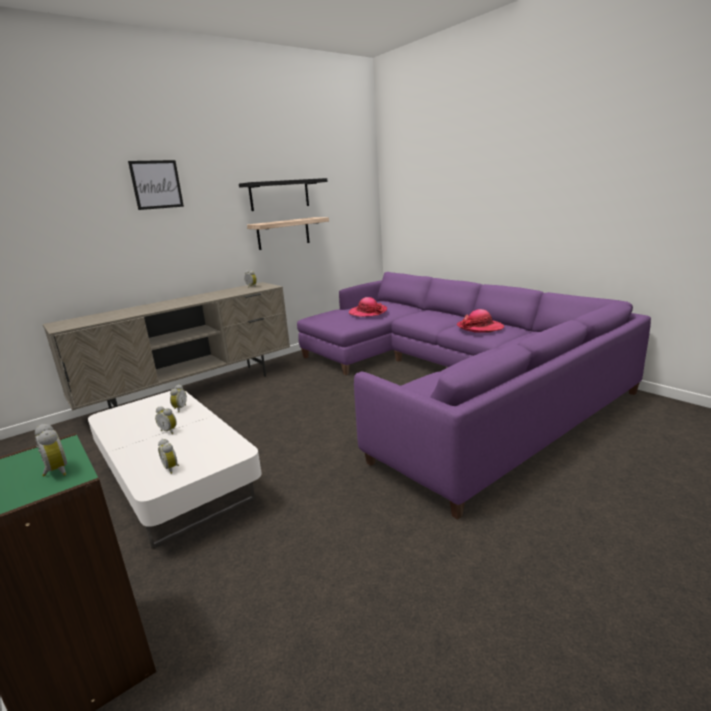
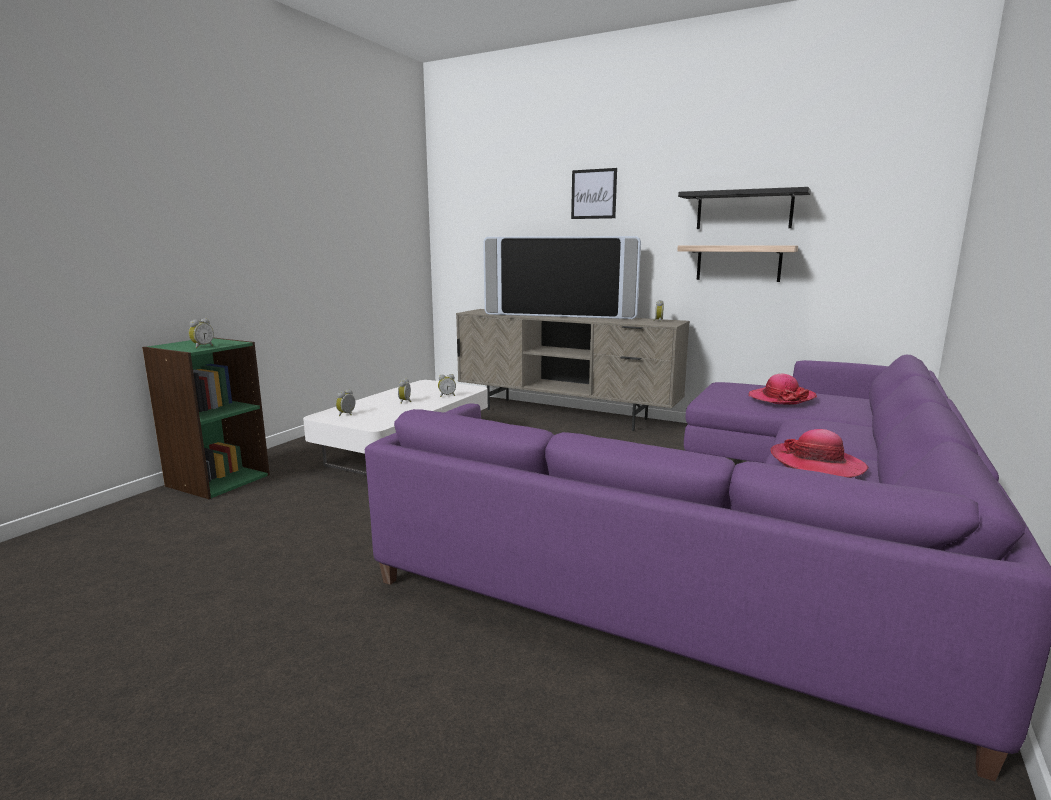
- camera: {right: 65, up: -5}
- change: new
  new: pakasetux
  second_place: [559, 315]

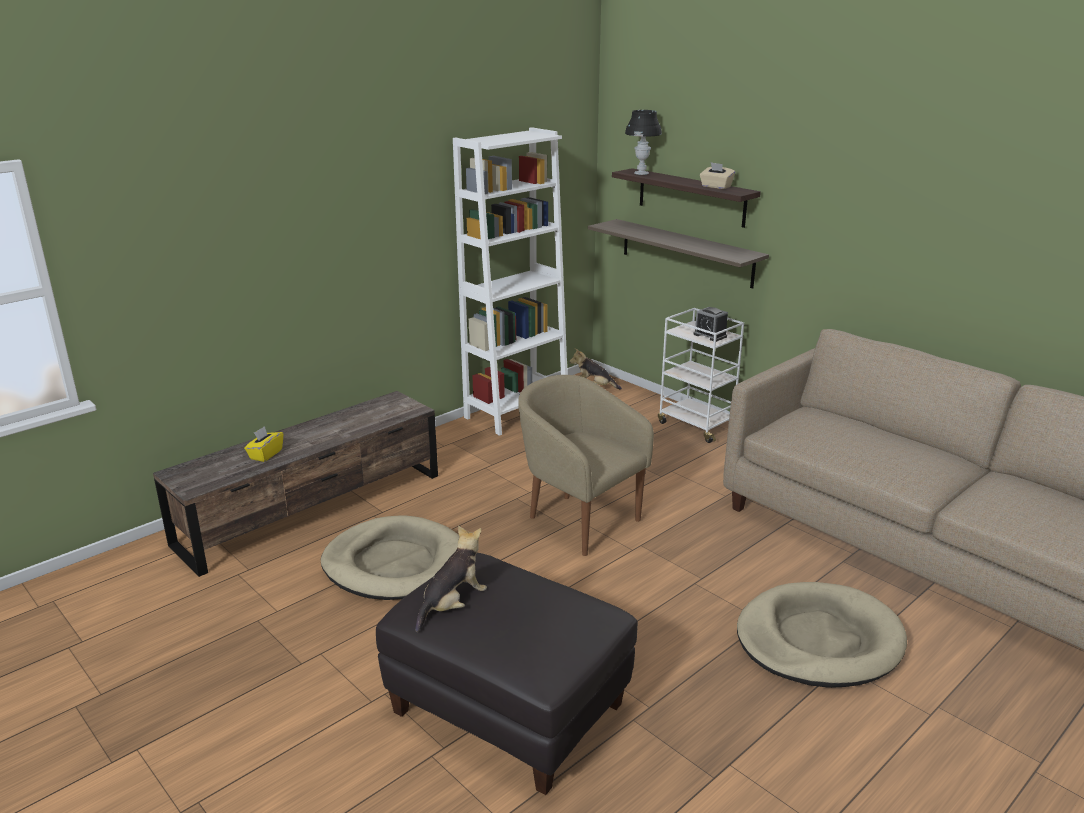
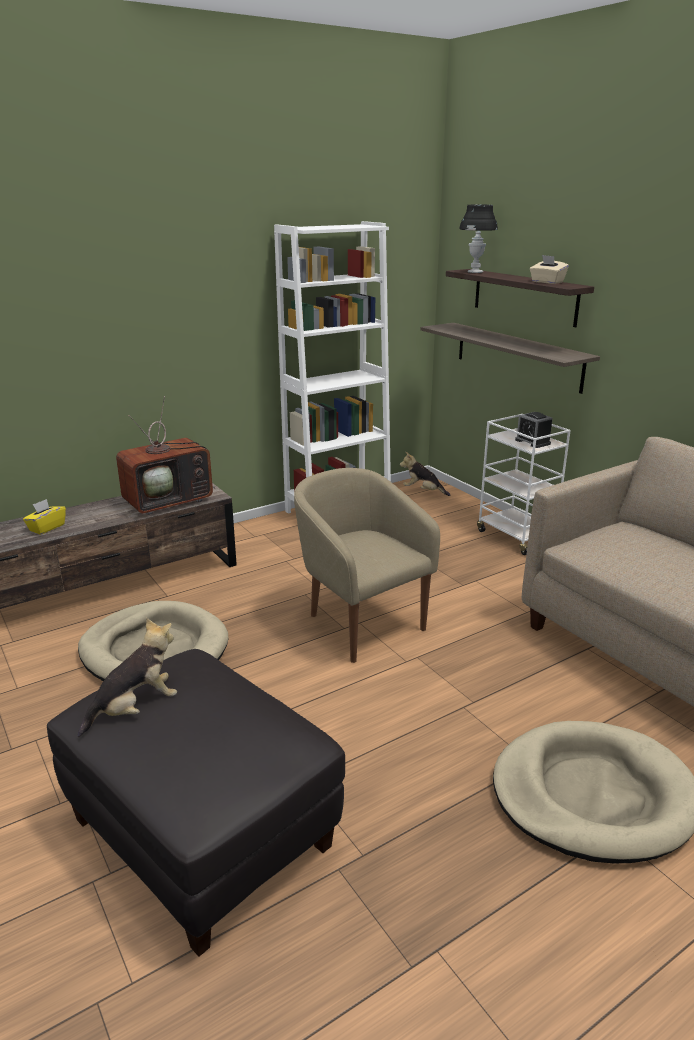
- camera: {right: 10, up: 0}
- change: new
  new: pakasetux
  second_place: [170, 500]

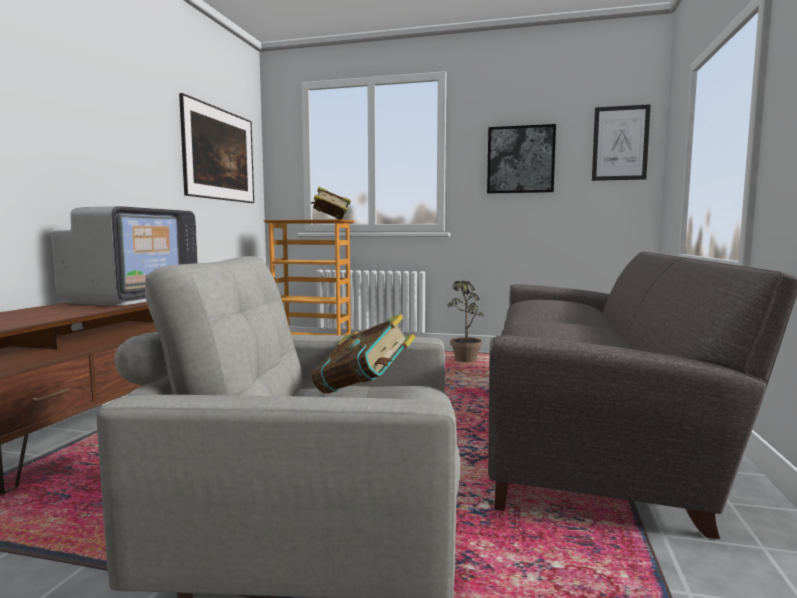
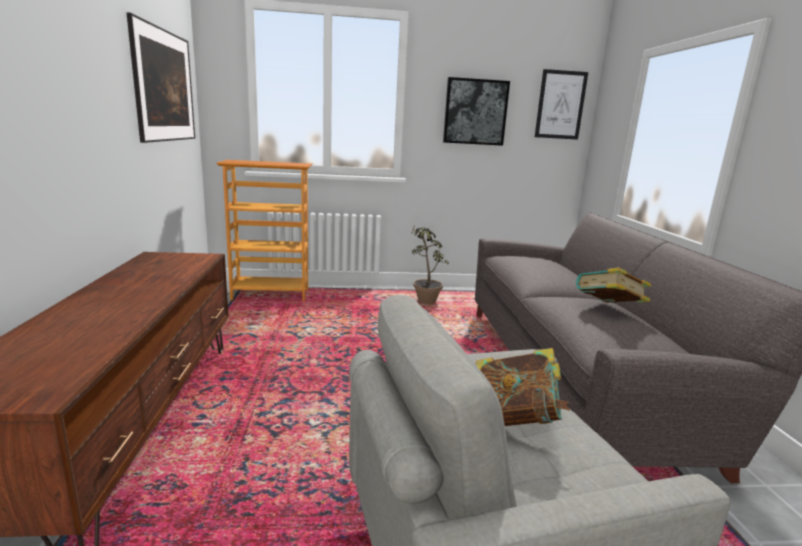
- camera: {right: -20, up: 10}
- change: shifted
  old: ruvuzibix
  first_place: [330, 219]
  second_place: [608, 309]
- change: gone
  old: pakasetux
  first_place: [134, 298]

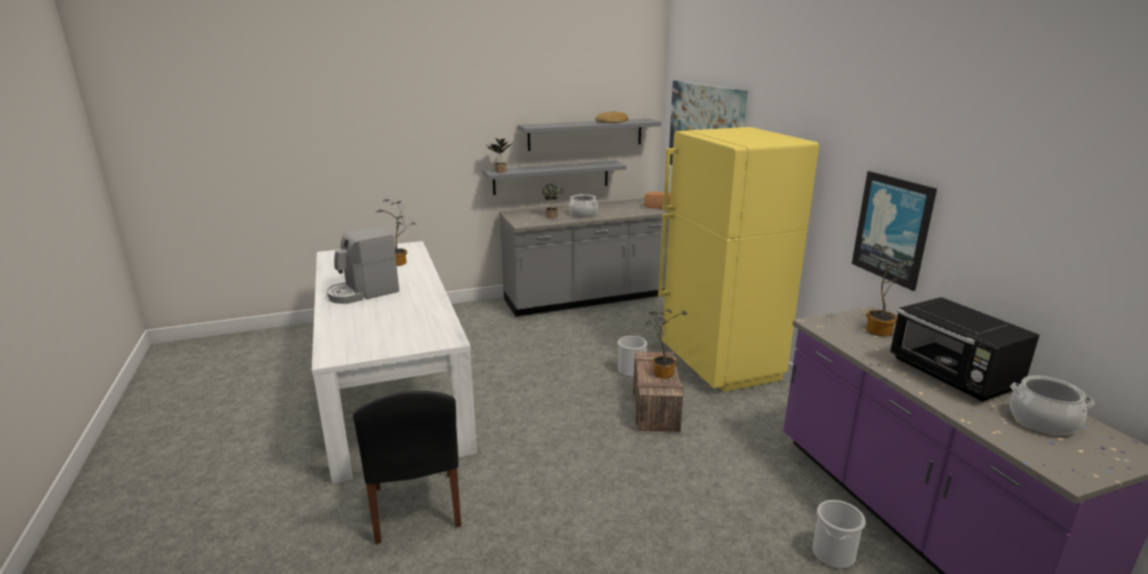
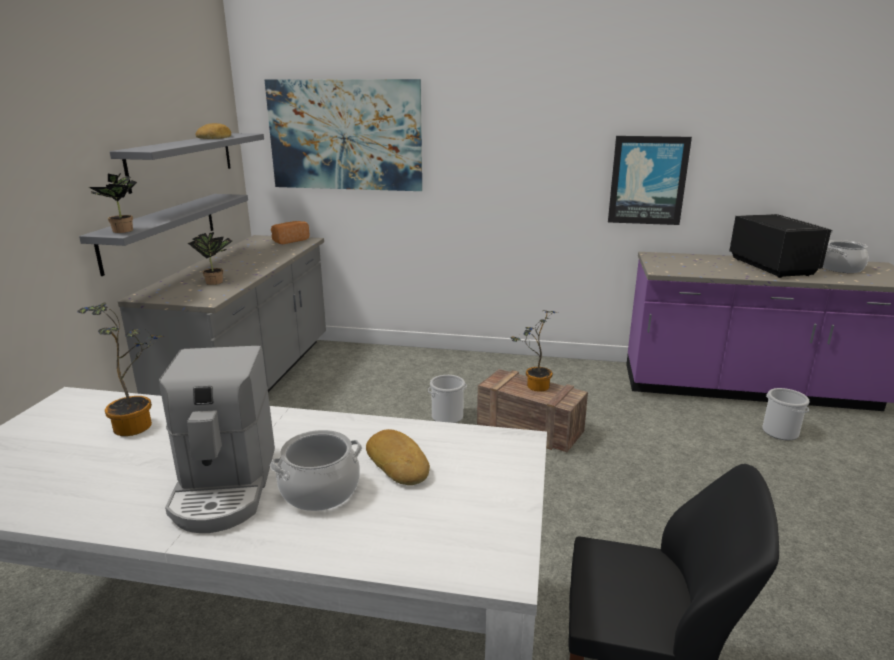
- camera: {right: -60, up: 0}
- change: shifted
  old: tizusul
  first_place: [583, 214]
  second_place: [320, 490]
- change: new
  new: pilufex
  second_place: [399, 462]
- change: rotated
  old: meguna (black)
  first_place: [952, 376]
  second_place: [772, 267]
  degrees: -105
- change: gone
  old: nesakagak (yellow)
  first_place: [720, 365]
- change: gone
  old: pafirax
  first_place: [881, 330]

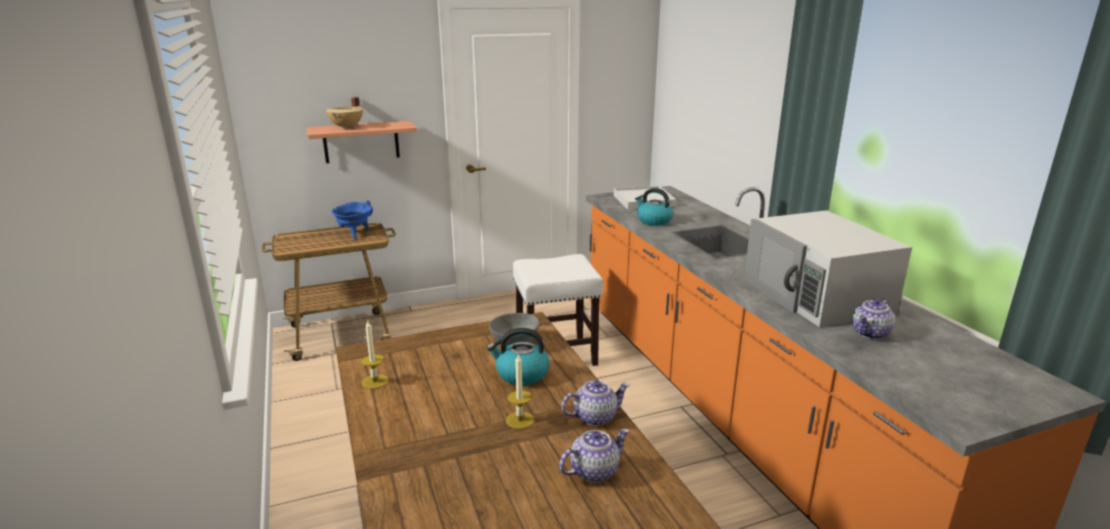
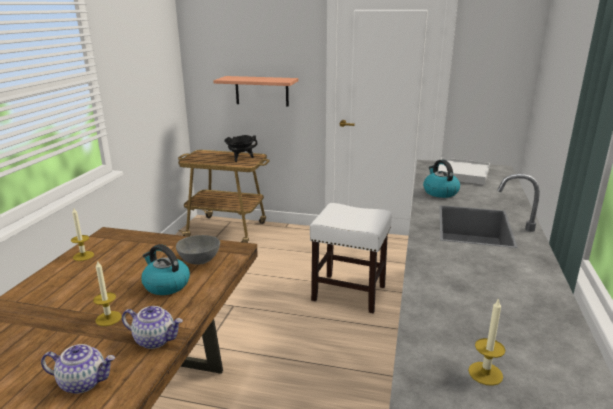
- camera: {right: 35, up: 0}
- change: repainted
  old: tizusul (blue)
  new: tizusul (black)
  first_place: [354, 234]
  second_place: [241, 158]
- change: swapped
  old: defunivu
  new: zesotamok
  first_place: [871, 334]
  second_place: [485, 373]
- change: gone
  old: tizusul (beige)
  first_place: [347, 127]
- change: gone
  old: meguna (white)
  first_place: [817, 296]

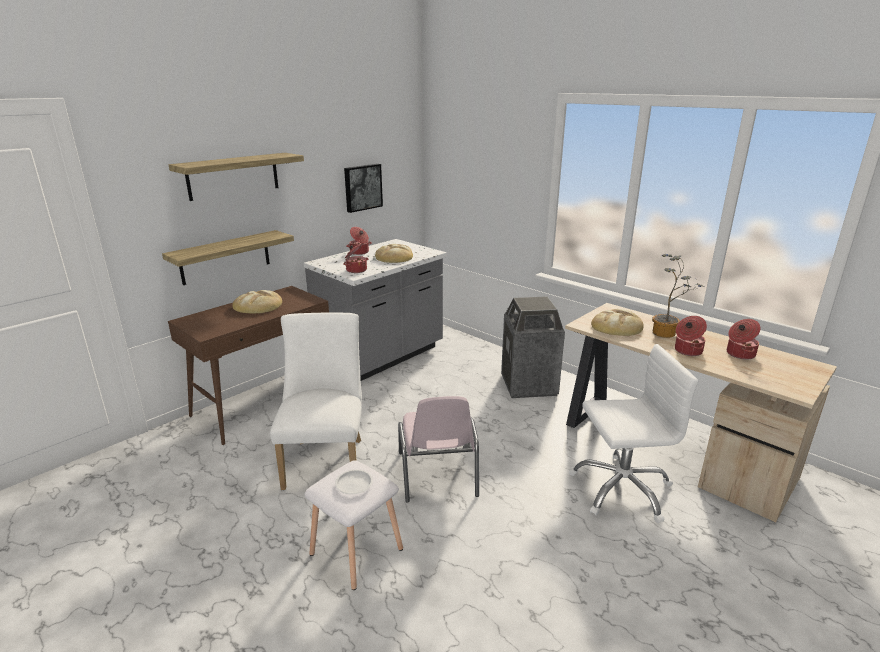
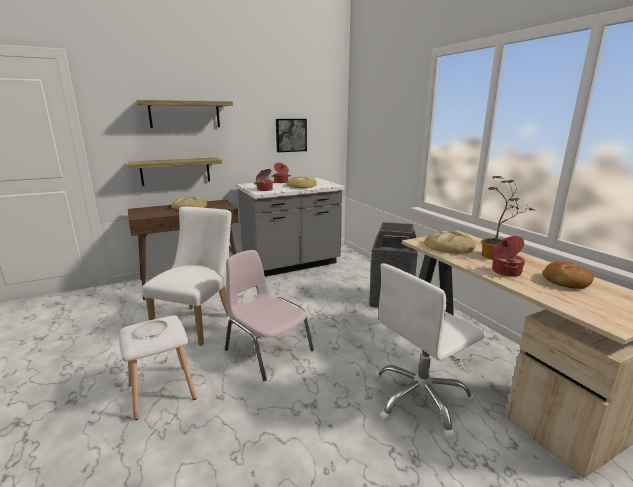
- camera: {right: 20, up: -5}
- change: rotated
  old: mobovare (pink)
  first_place: [437, 475]
  second_place: [267, 350]
  degrees: 120
- change: rotated
  old: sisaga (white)
  first_place: [621, 488]
  second_place: [421, 398]
  degrees: 135
- change: swapped
  old: tizusul
  new: pilufex
  first_place: [739, 354]
  second_place: [565, 282]

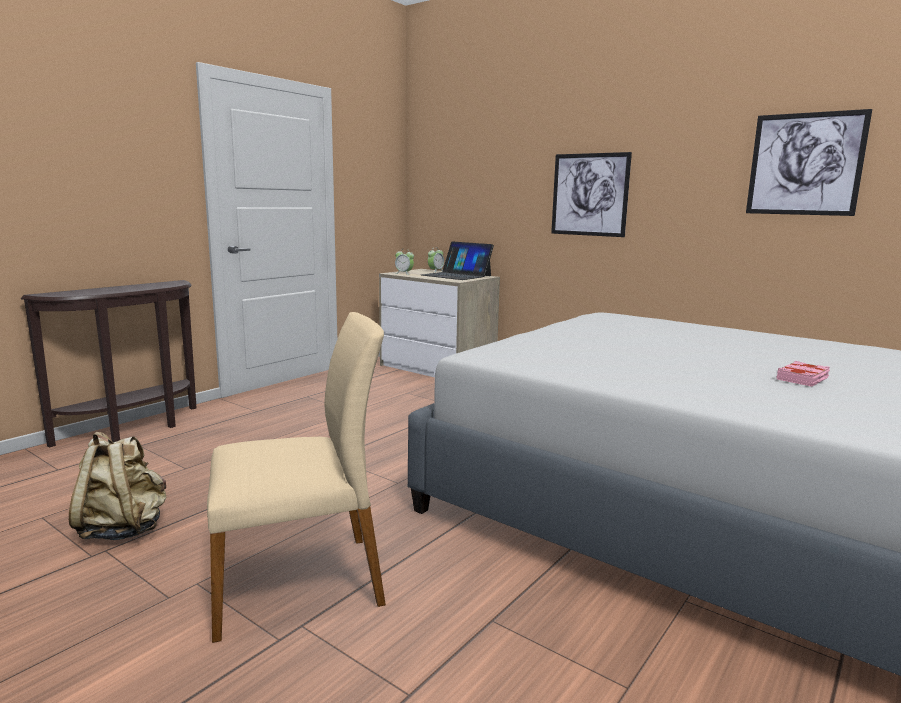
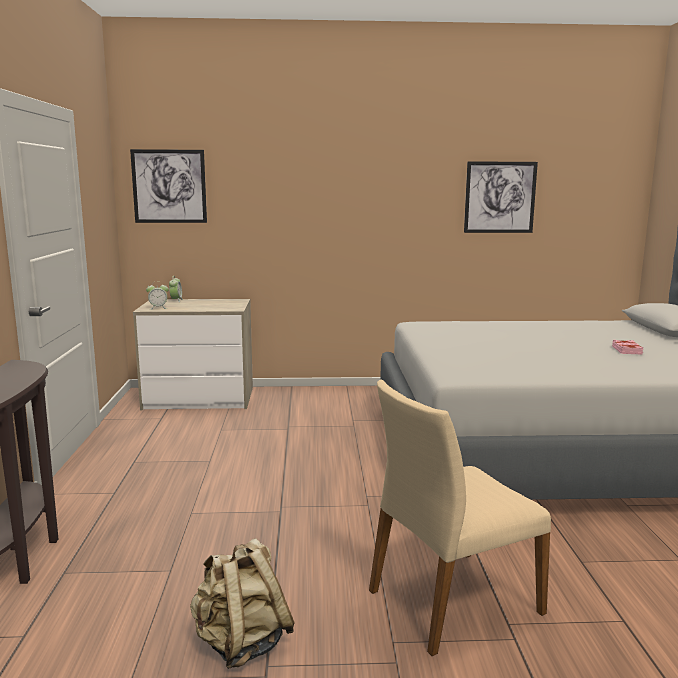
- camera: {right: -40, up: 0}
- change: shifted
  old: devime
  first_place: [589, 194]
  second_place: [169, 186]
- change: rotated
  old: mobovare (beige)
  first_place: [299, 581]
  second_place: [451, 600]
  degrees: -150
- change: gone
  old: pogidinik
  first_place: [456, 275]

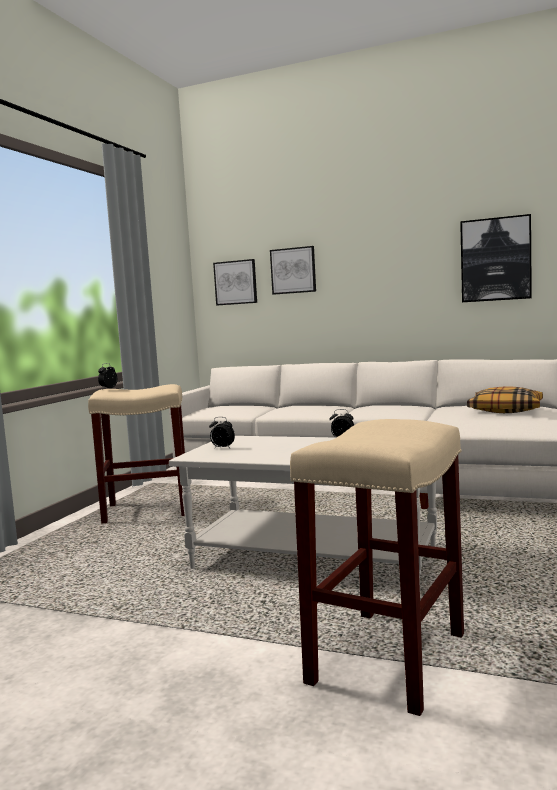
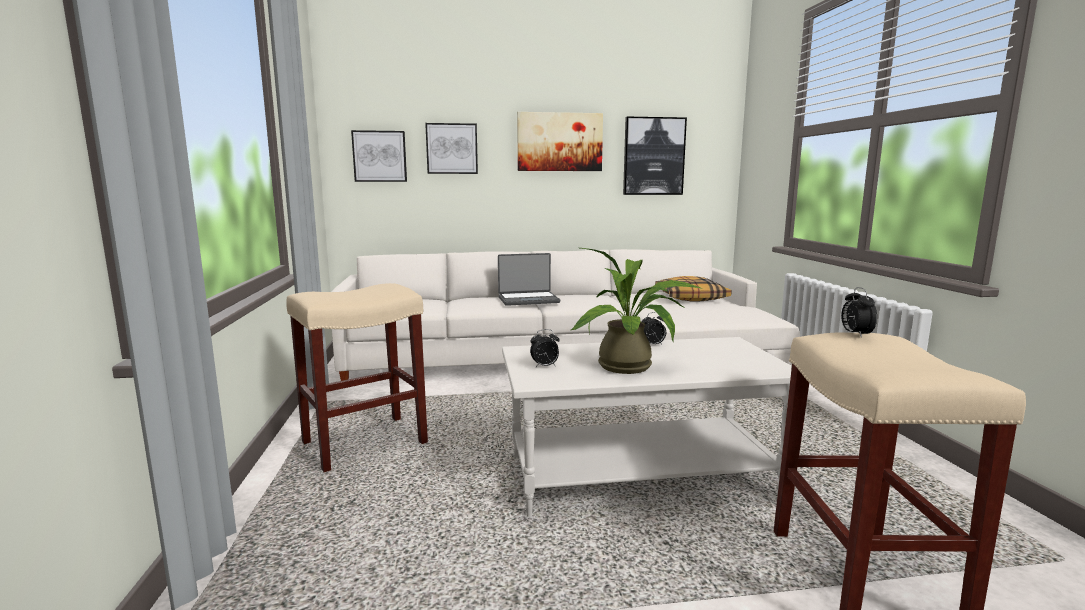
- camera: {right: -30, up: 5}
- change: new
  new: pogidinik
  second_place: [528, 300]
- change: new
  new: devime
  second_place: [559, 142]
- change: new
  new: pafirax
  second_place: [632, 367]
- change: shifted
  old: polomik
  first_place: [108, 388]
  second_place: [855, 334]

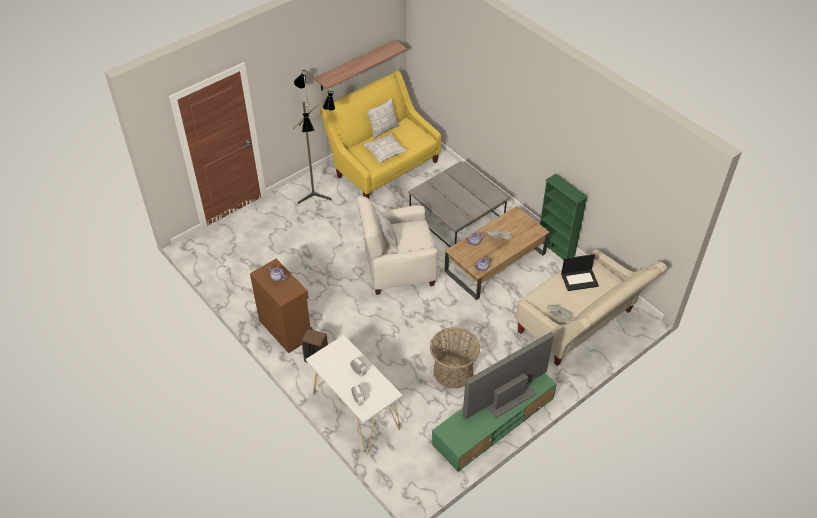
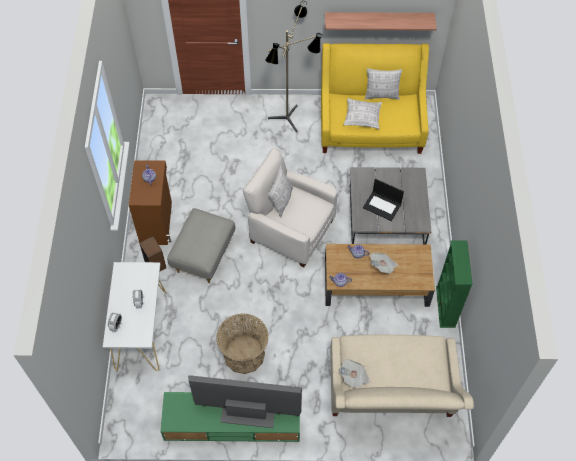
- camera: {right: 40, up: 10}
- change: new
  new: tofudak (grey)
  second_place: [203, 255]
- change: shifted
  old: pogidinik
  first_place: [579, 279]
  second_place: [382, 206]

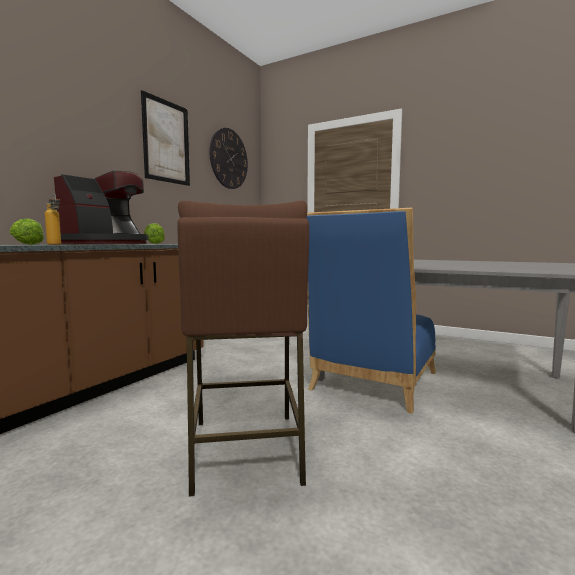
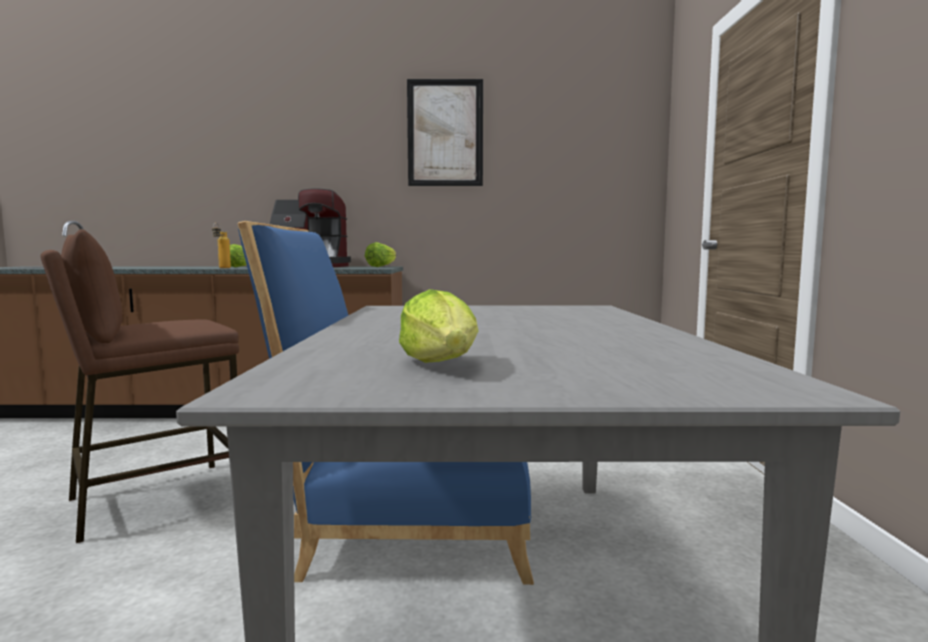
- camera: {right: 60, up: 0}
- change: new
  new: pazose
  second_place: [442, 364]
- change: gone
  old: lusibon
  first_place: [229, 159]

